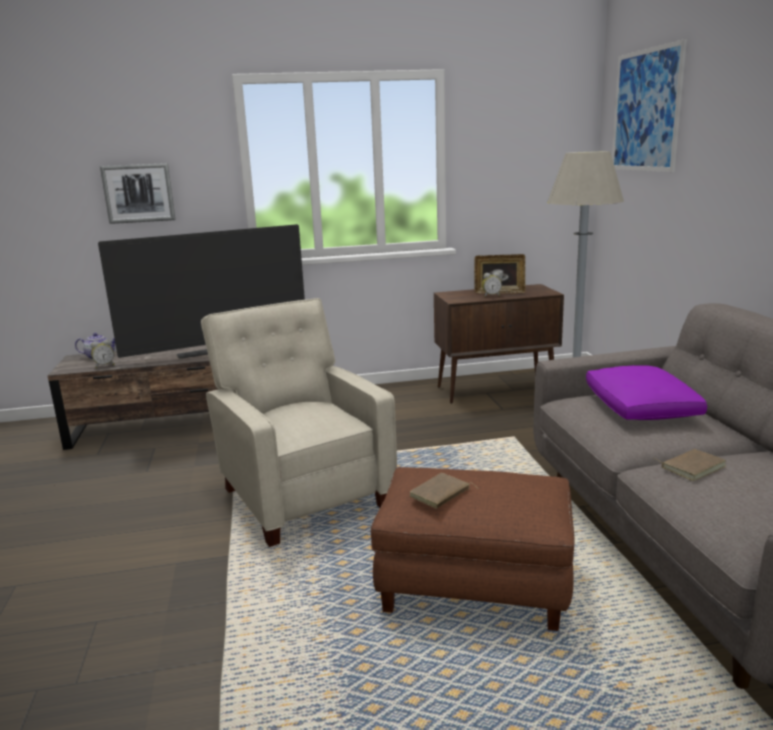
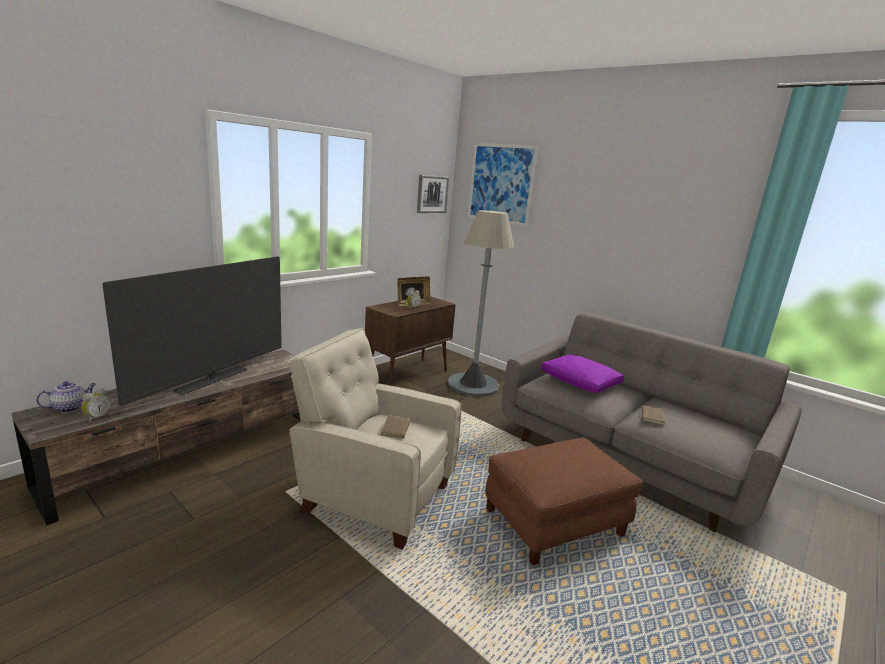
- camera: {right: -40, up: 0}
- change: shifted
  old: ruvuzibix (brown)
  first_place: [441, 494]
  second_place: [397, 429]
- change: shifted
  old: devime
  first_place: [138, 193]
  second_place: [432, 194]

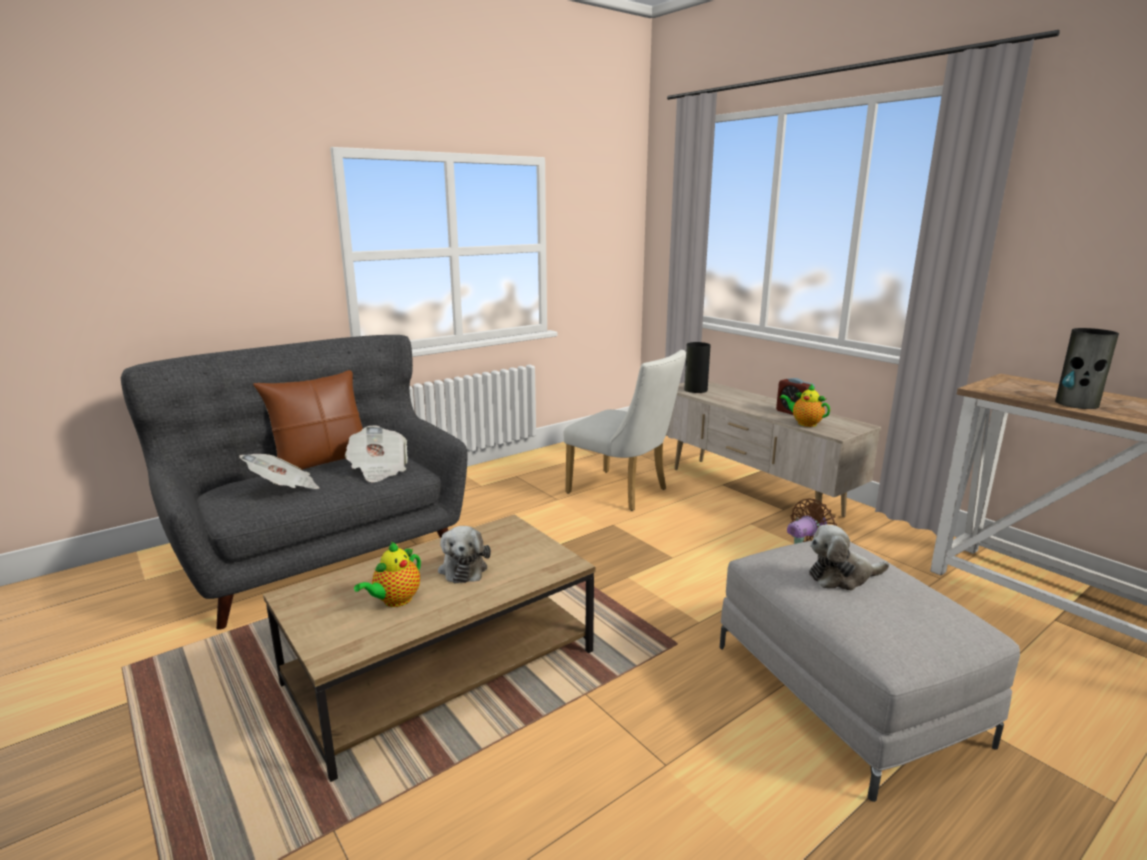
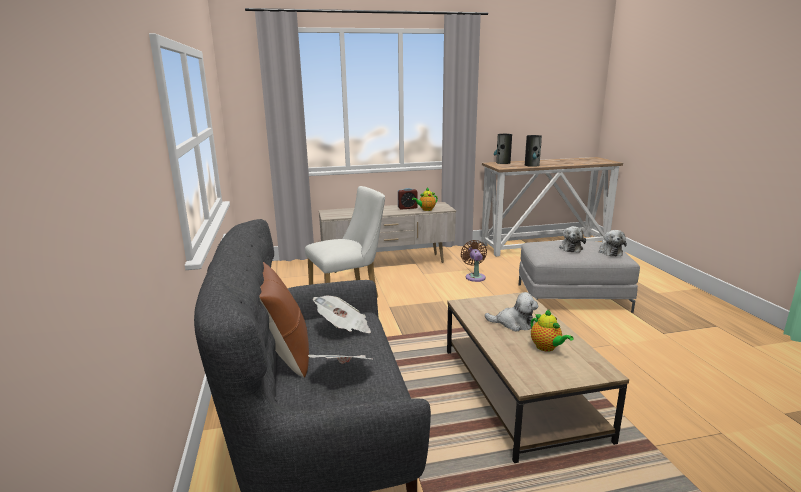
- camera: {right: -65, up: 0}
- change: shifted
  old: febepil
  first_place: [695, 390]
  second_place: [503, 163]
- change: new
  new: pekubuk
  second_place: [610, 251]

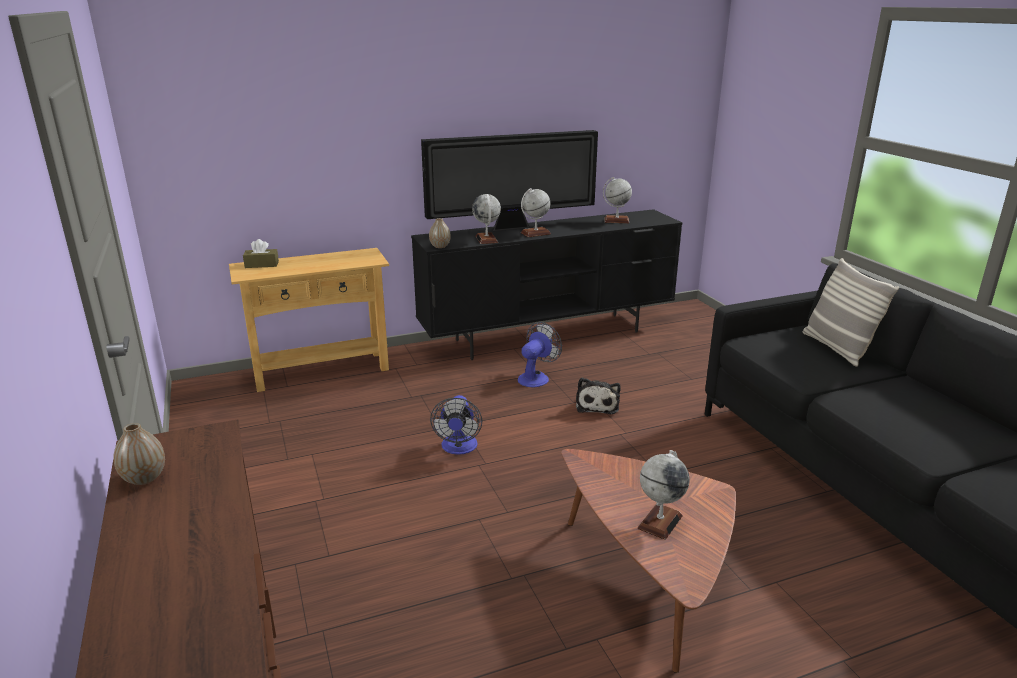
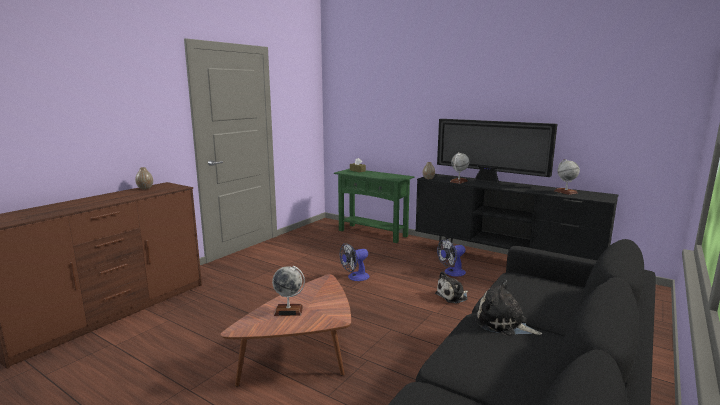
- camera: {right: 55, up: -10}
- change: repainted
  old: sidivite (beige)
  new: sidivite (green)
  first_place: [321, 371]
  second_place: [372, 233]
- change: rotated
  old: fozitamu
  first_place: [536, 377]
  second_place: [451, 273]
  degrees: 150
- change: new
  new: pekubuk
  second_place: [504, 324]
- change: gone
  old: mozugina
  first_place: [535, 233]
- change: gone
  old: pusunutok
  first_place: [837, 348]

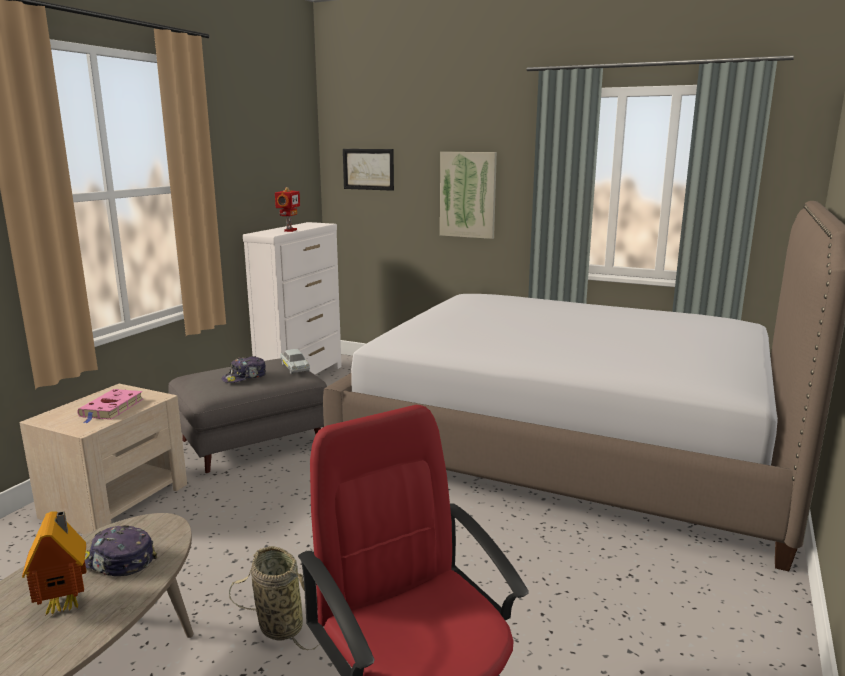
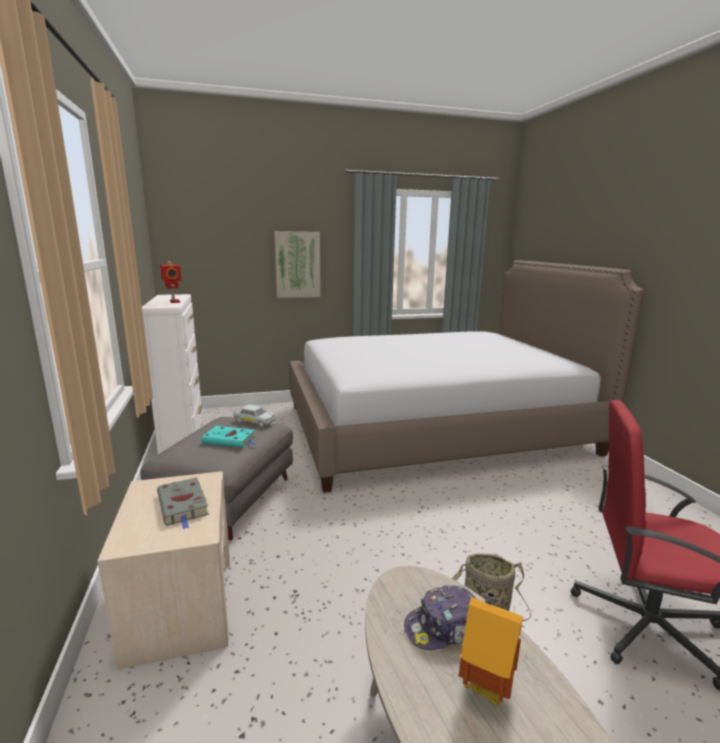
- camera: {right: -40, up: 0}
- change: repainted
  old: ruvuzibix (pink)
  new: ruvuzibix (grey)
  first_place: [111, 409]
  second_place: [183, 505]
- change: swapped
  old: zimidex
  new: ruvuzibix (turquoise)
  first_place: [245, 377]
  second_place: [230, 440]
- change: gone
  old: devime
  first_place: [368, 169]

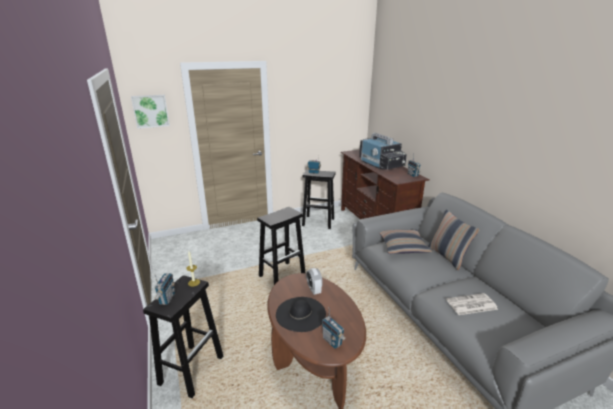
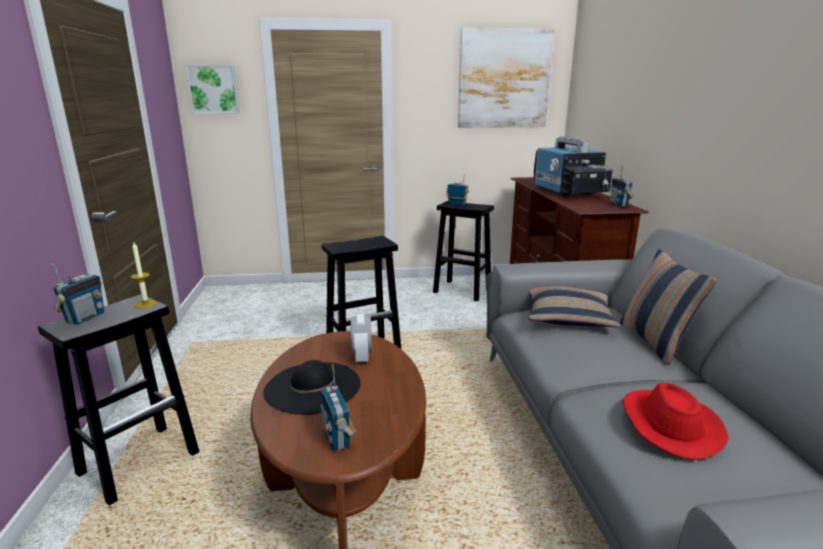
- camera: {right: 15, up: -5}
- change: new
  new: devime
  second_place: [504, 79]
- change: swapped
  old: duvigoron
  new: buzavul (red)
  first_place: [471, 305]
  second_place: [668, 424]

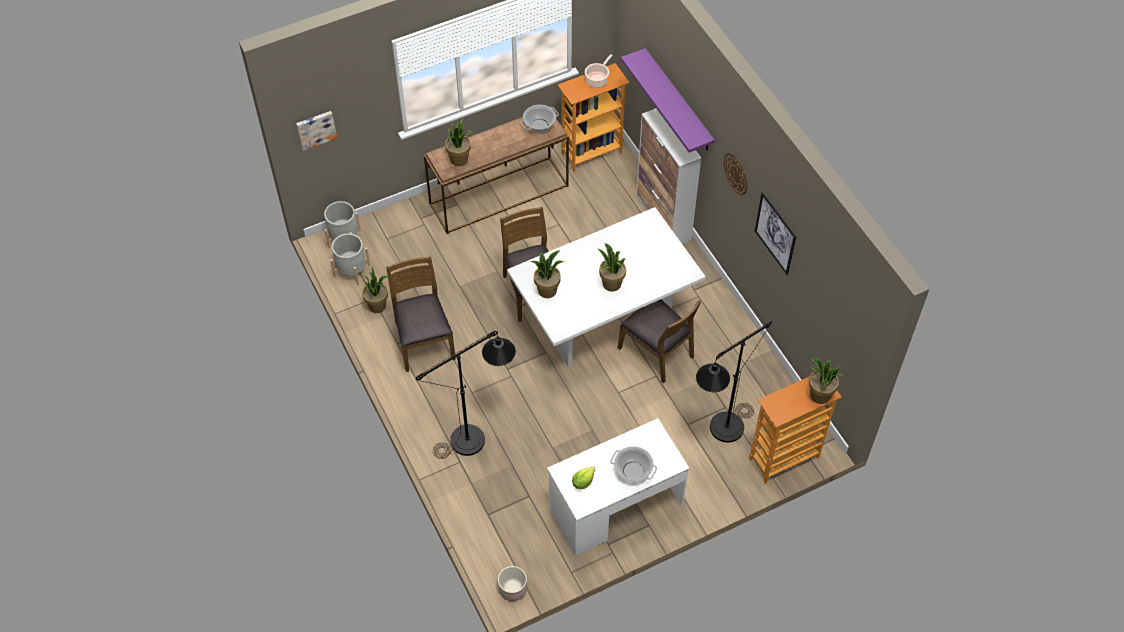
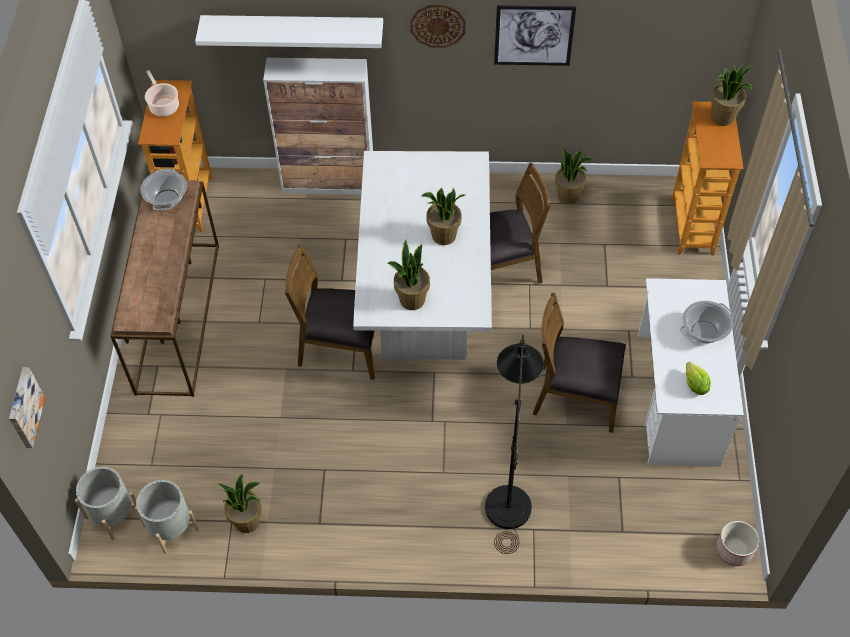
- camera: {right: -60, up: 0}
- change: repainted
  old: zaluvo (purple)
  new: zaluvo (white)
  first_place: [678, 101]
  second_place: [293, 29]
- change: shifted
  old: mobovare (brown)
  first_place: [423, 341]
  second_place: [576, 396]
- change: shifted
  old: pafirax
  first_place: [459, 159]
  second_place: [568, 196]
- change: gone
  old: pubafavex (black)
  first_place: [719, 433]

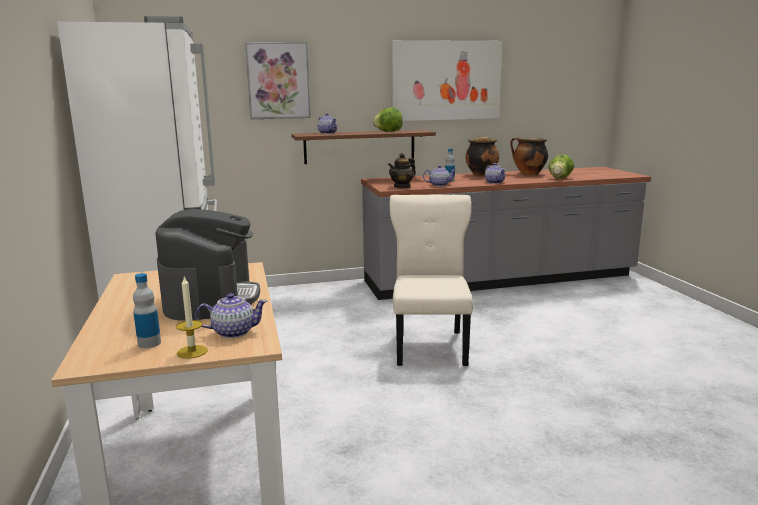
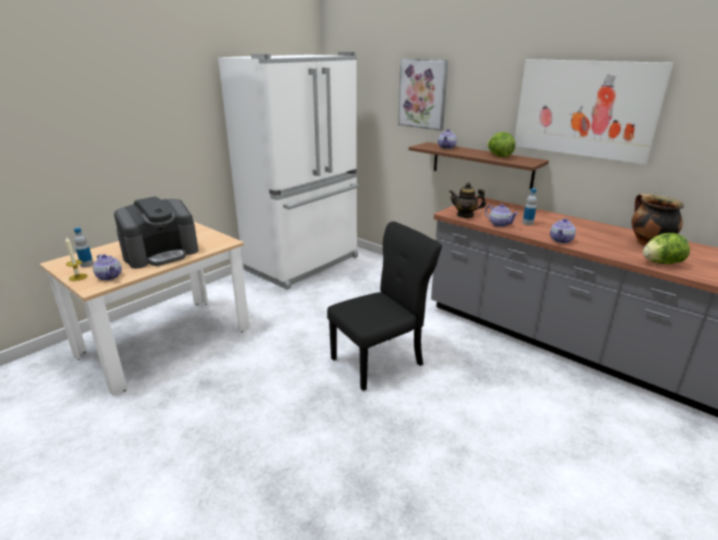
- camera: {right: 55, up: 10}
- change: repainted
  old: mobovare (beige)
  new: mobovare (black)
  first_place: [430, 346]
  second_place: [380, 361]
- change: gone
  old: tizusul
  first_place: [481, 175]

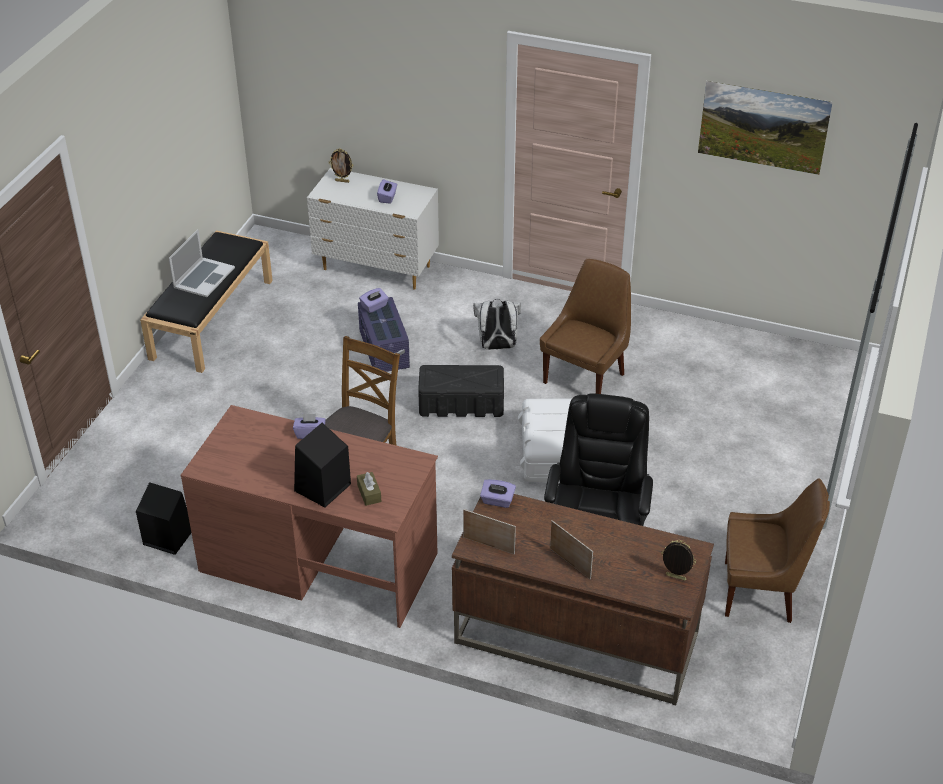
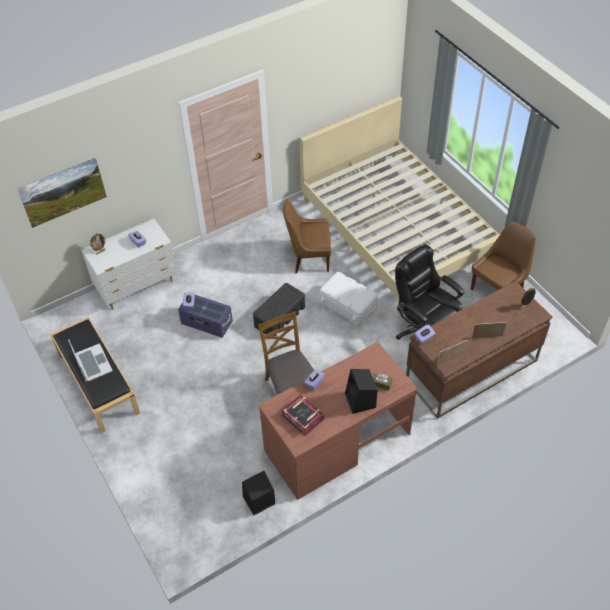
- camera: {right: -50, up: 10}
- change: shifted
  old: devime
  first_place: [760, 146]
  second_place: [66, 202]
- change: new
  new: ruvuzibix
  second_place: [303, 417]
- change: rotated
  old: mobovare (brown)
  first_place: [585, 377]
  second_place: [308, 258]
  degrees: -75
- change: new
  new: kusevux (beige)
  second_place: [396, 228]
- change: gone
  old: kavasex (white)
  first_place: [497, 347]

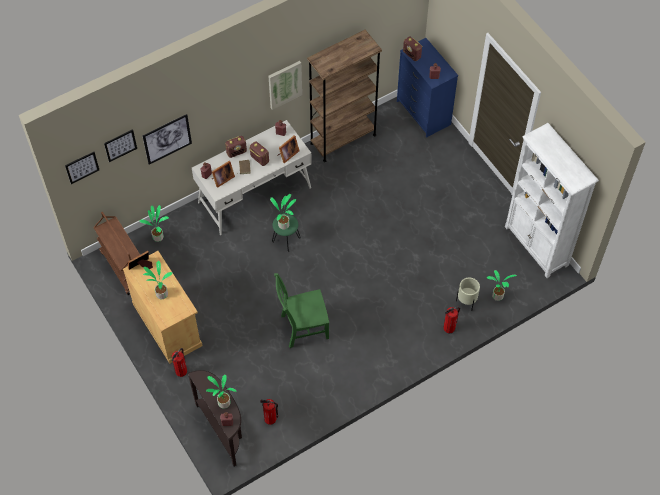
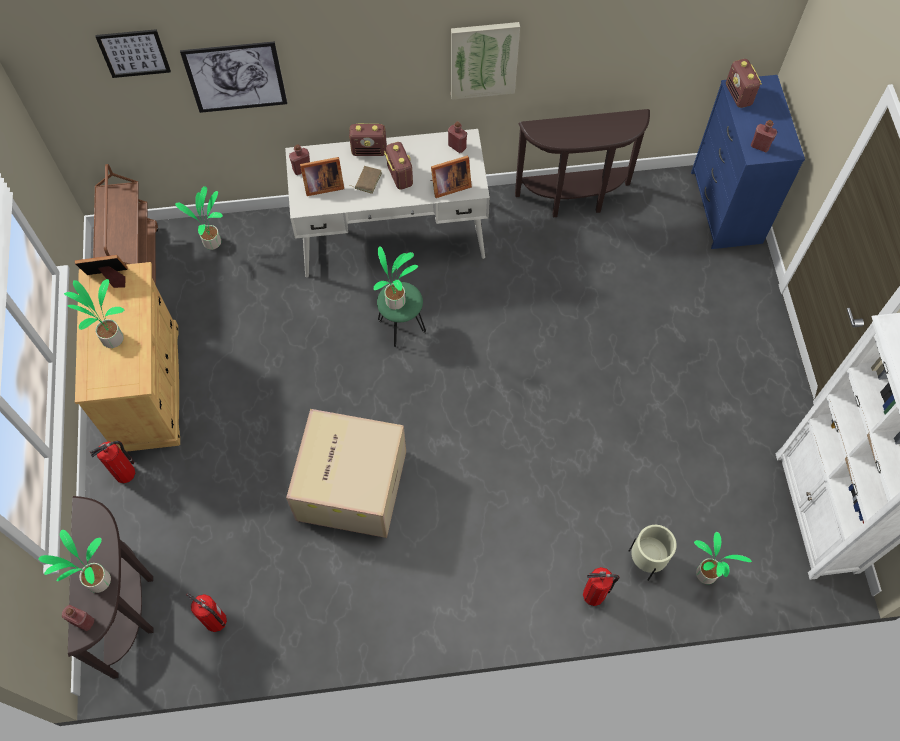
- camera: {right: 25, up: 5}
- change: swapped
  old: mobovare (green)
  new: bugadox
  first_place: [302, 327]
  second_place: [350, 484]
- change: swapped
  old: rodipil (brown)
  new: sidivite (brown)
  first_place: [343, 139]
  second_place: [575, 200]
- change: gone
  old: devime
  first_place: [82, 167]

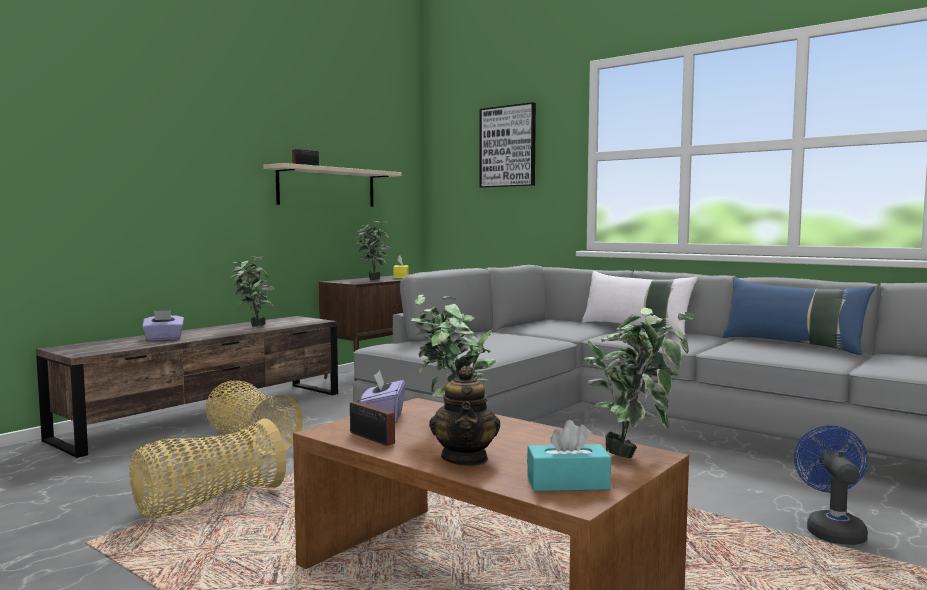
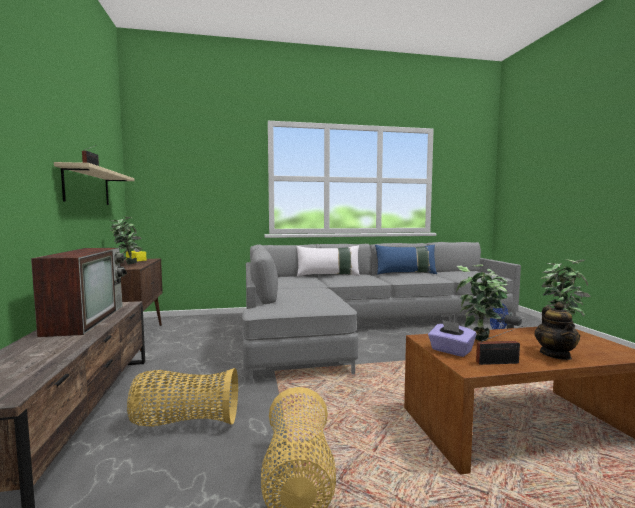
- camera: {right: -50, up: 0}
- change: swapped
  old: pafirax
  new: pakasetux
  first_place: [253, 326]
  second_place: [86, 319]
- change: rotated
  old: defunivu
  first_place: [465, 458]
  second_place: [555, 355]
  degrees: 60
- change: gone
  old: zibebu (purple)
  first_place: [164, 339]
- change: gone
  old: devime
  first_place: [508, 146]
- change: gone
  old: zibebu (turquoise)
  first_place: [567, 483]

